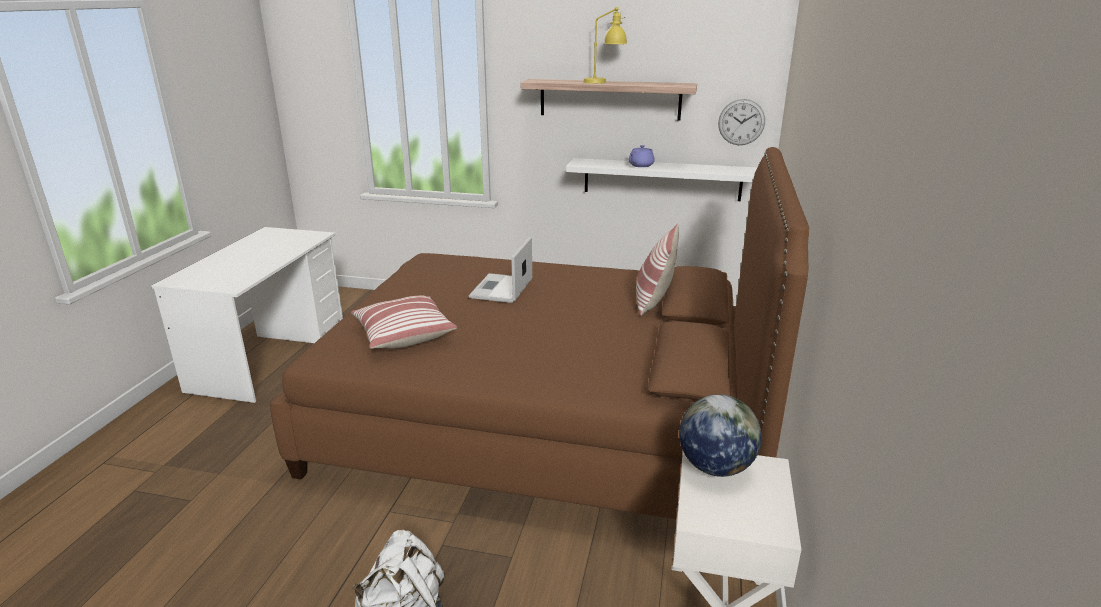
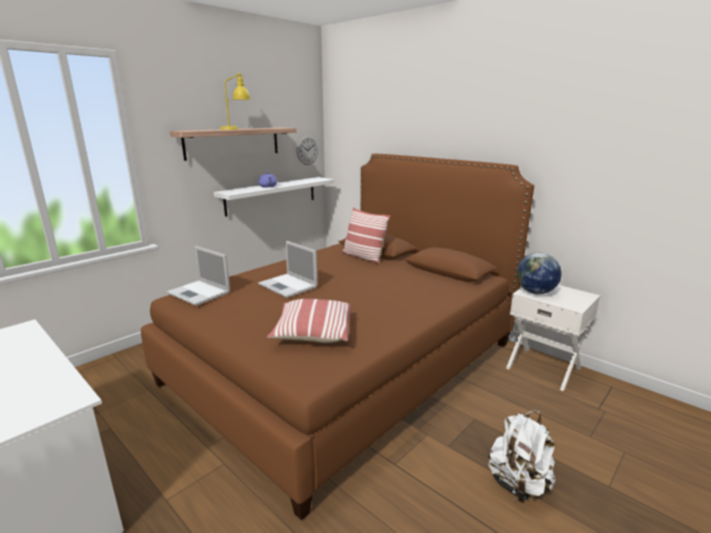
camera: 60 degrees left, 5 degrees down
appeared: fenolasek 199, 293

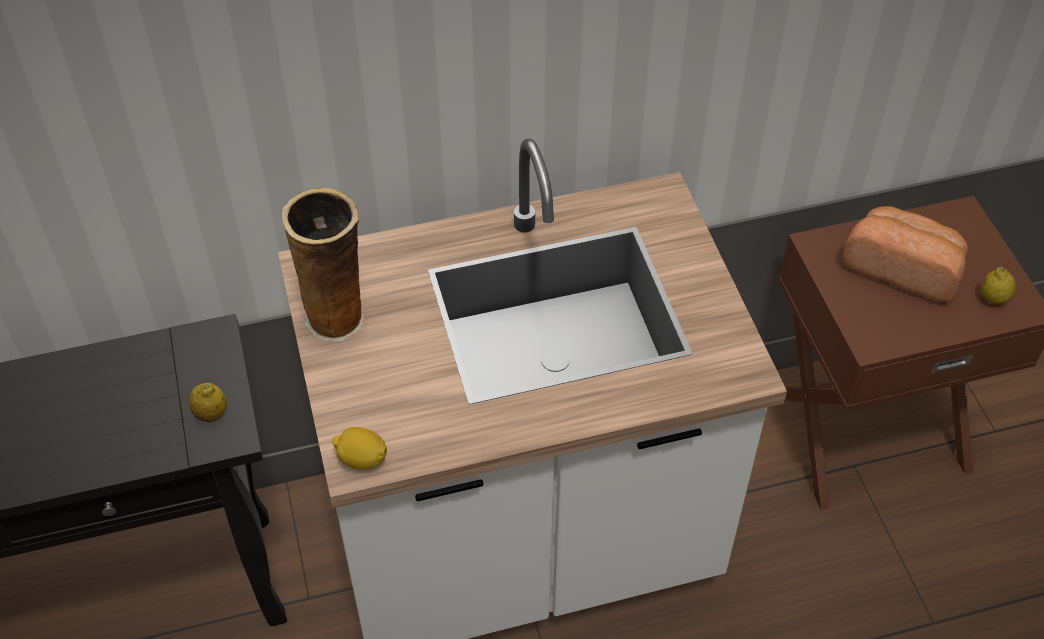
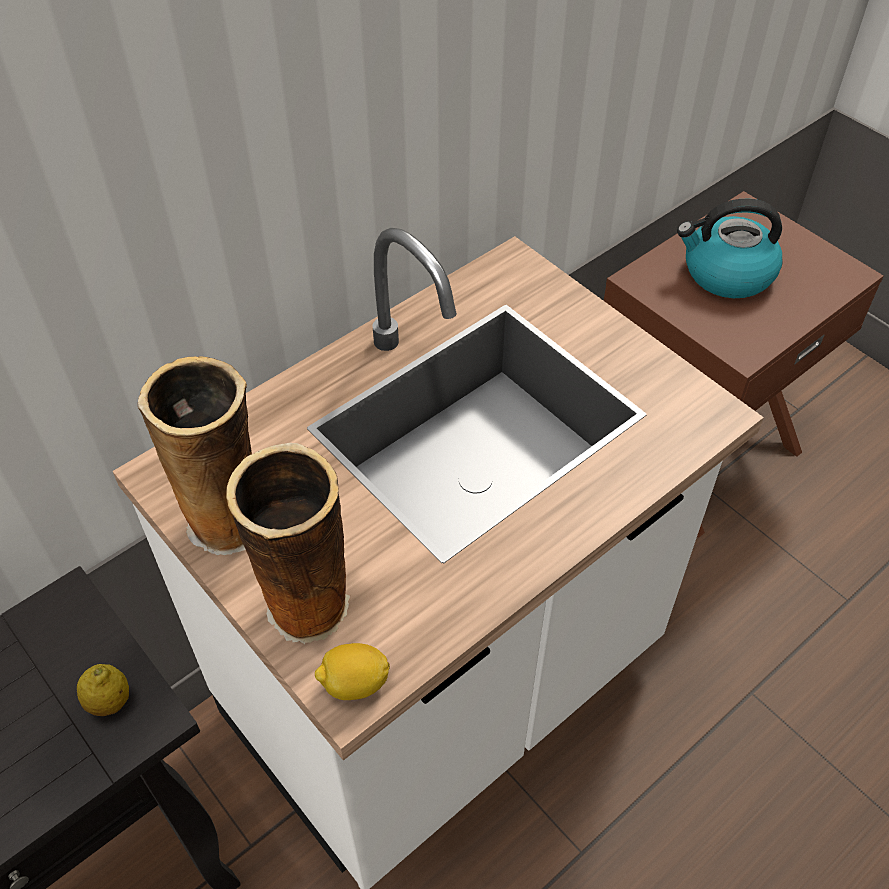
camera: 25 degrees left, 0 degrees up
missing: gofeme 993, 298
appeared: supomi 308, 611
exchanged: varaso 903, 267 to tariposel 726, 273

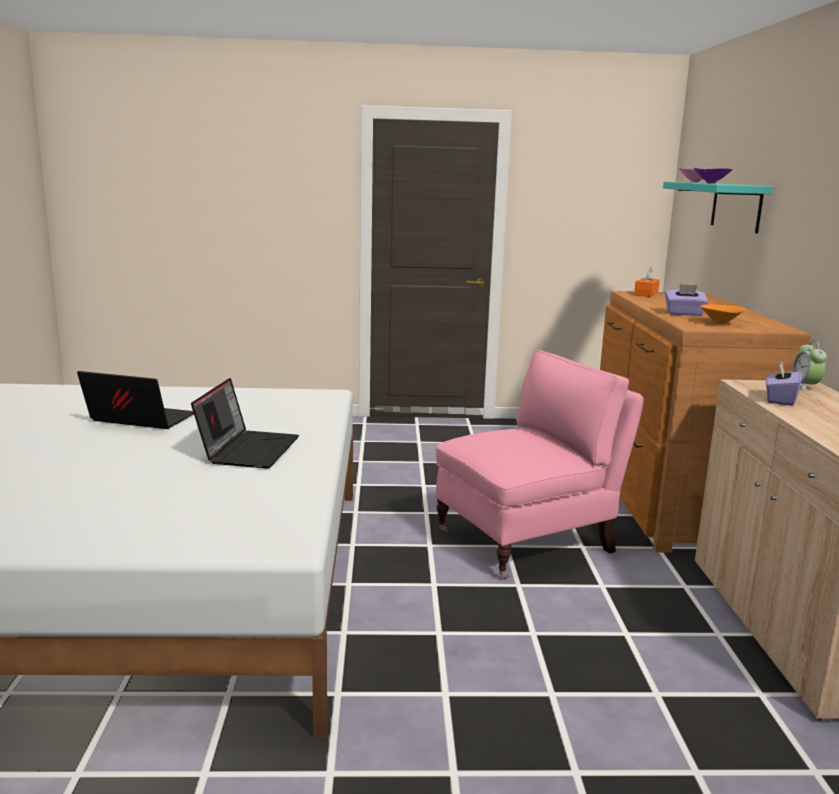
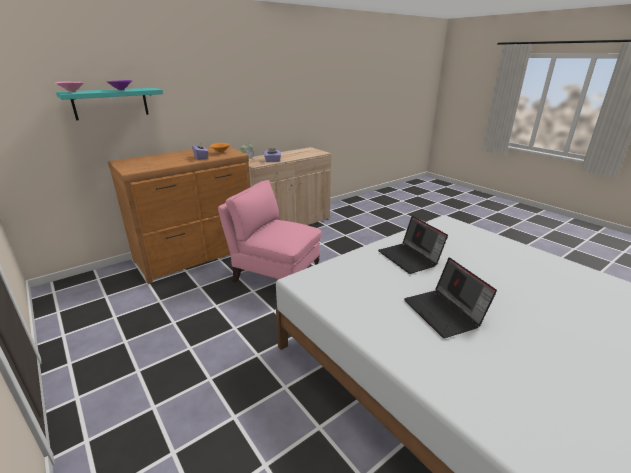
camera: 125 degrees left, 10 degrees up
missing: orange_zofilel 646, 294
spun: fenolasek 248, 449 = 410, 258 90 degrees counterclockwise

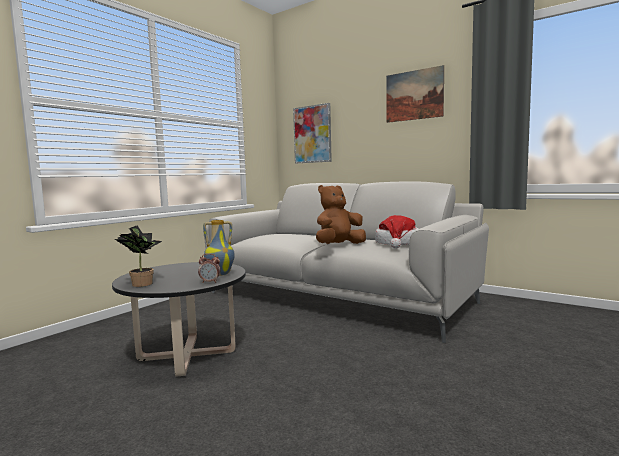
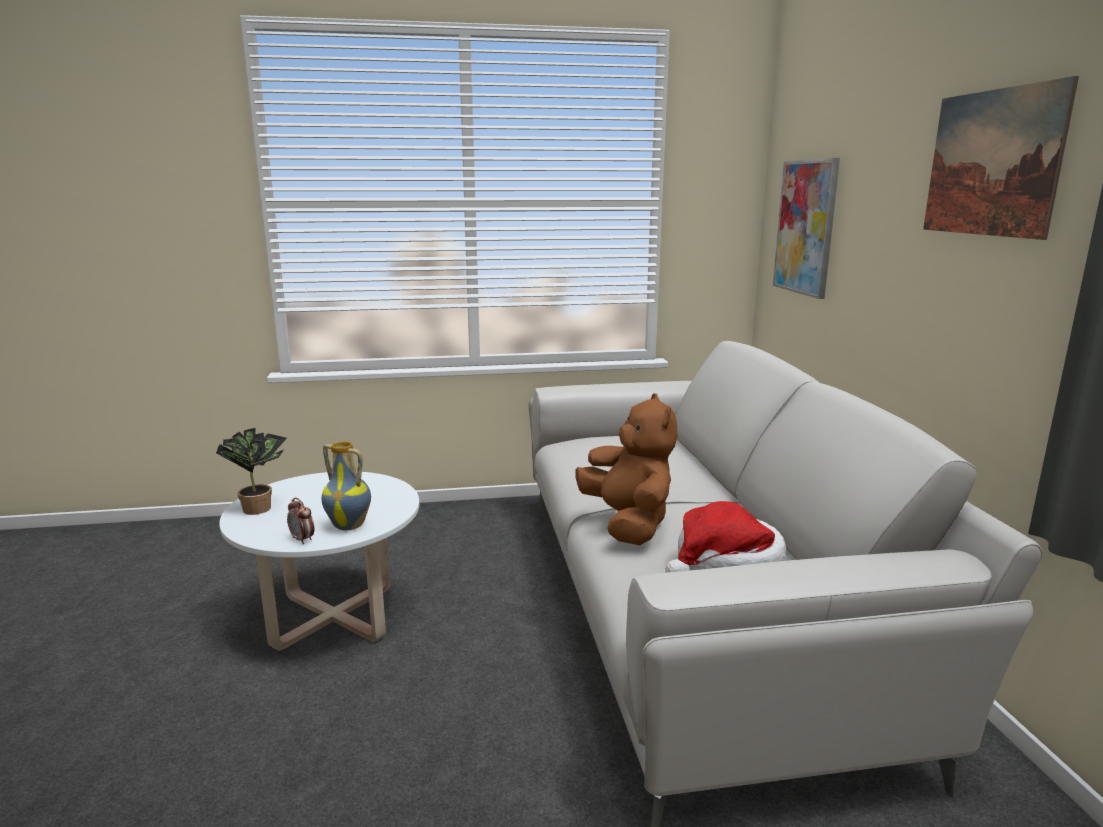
camera: 45 degrees right, 10 degrees up
colour: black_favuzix 187, 355 to white_favuzix 333, 616
spun: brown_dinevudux 339, 245 = 628, 523 60 degrees clockwise

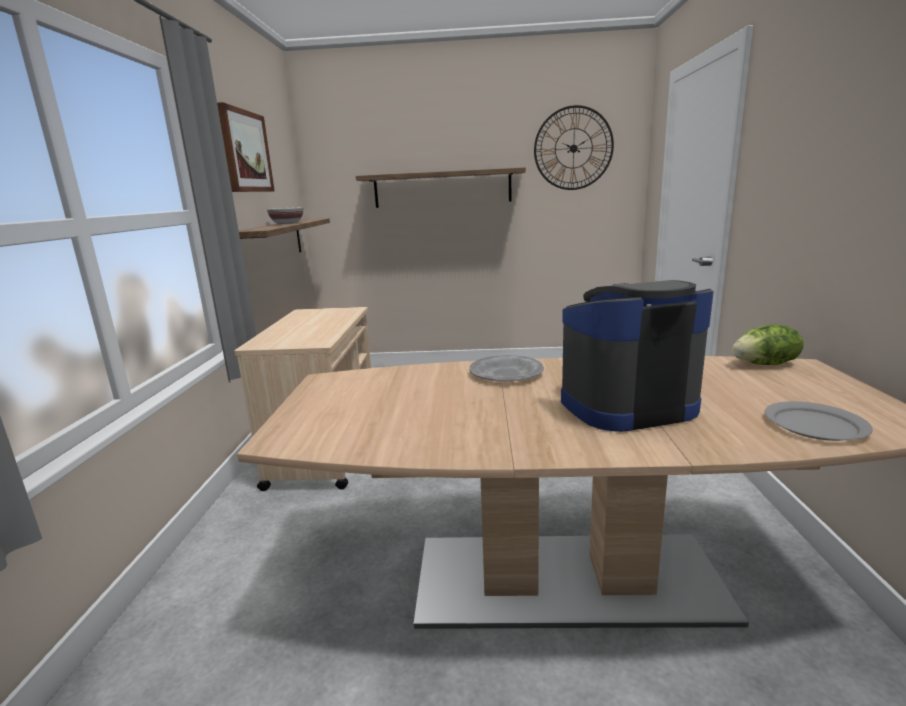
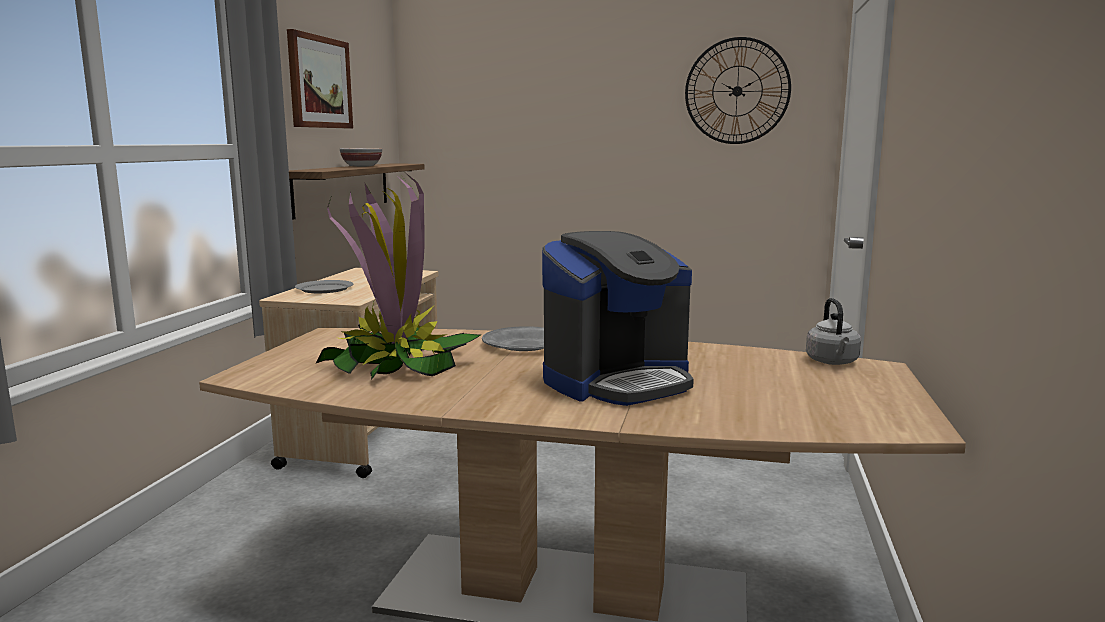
camera: 10 degrees right, 5 degrees down
missing: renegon 442, 188
appeared: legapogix 397, 364
relocated: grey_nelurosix 815, 424 to 325, 289
exchanged: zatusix 765, 364 to grey_tariposel 832, 362
spun: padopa 626, 405 = 617, 382 150 degrees clockwise

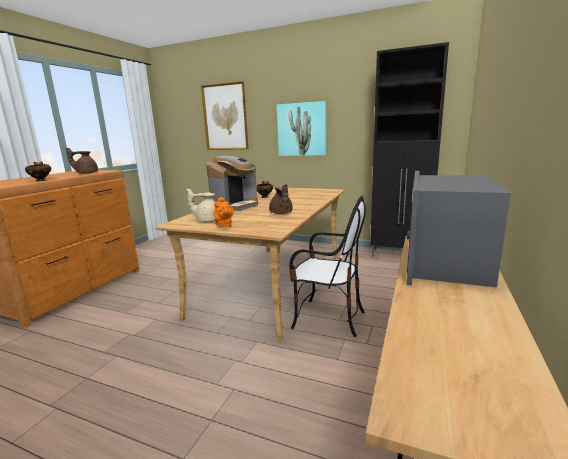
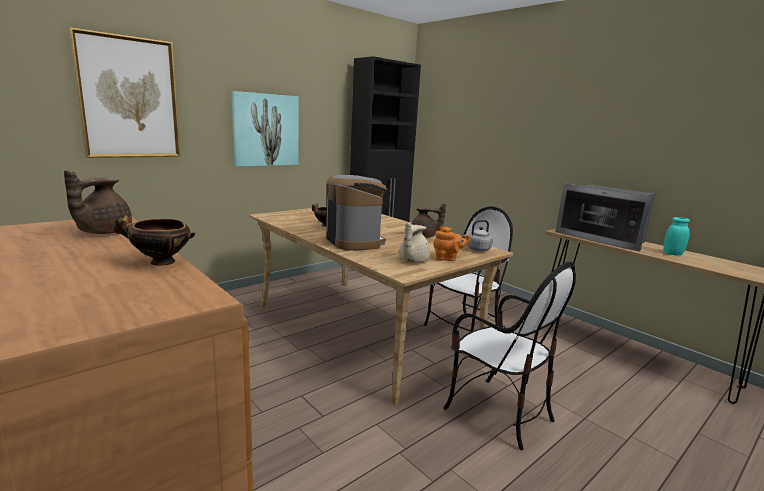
camera: 65 degrees left, 0 degrees up
appeared: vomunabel 497, 412; grey_tariposel 477, 250; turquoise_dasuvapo 672, 254

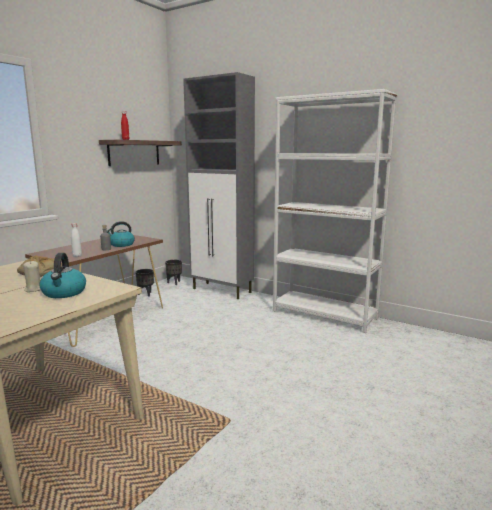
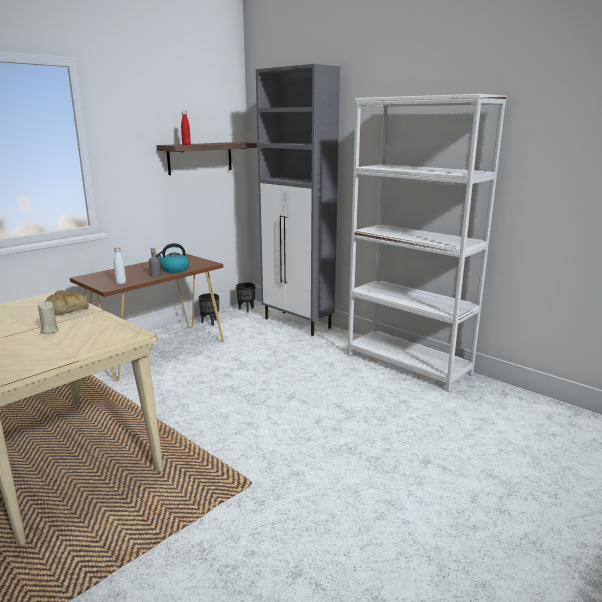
camera: 10 degrees right, 5 degrees up
missing: tariposel 64, 293

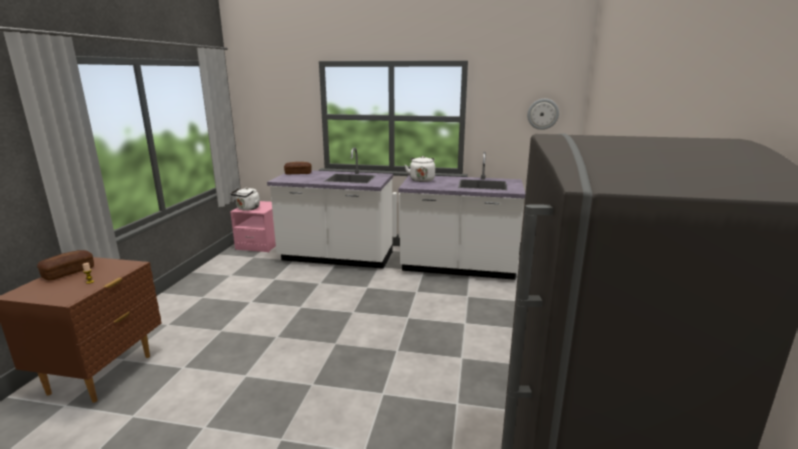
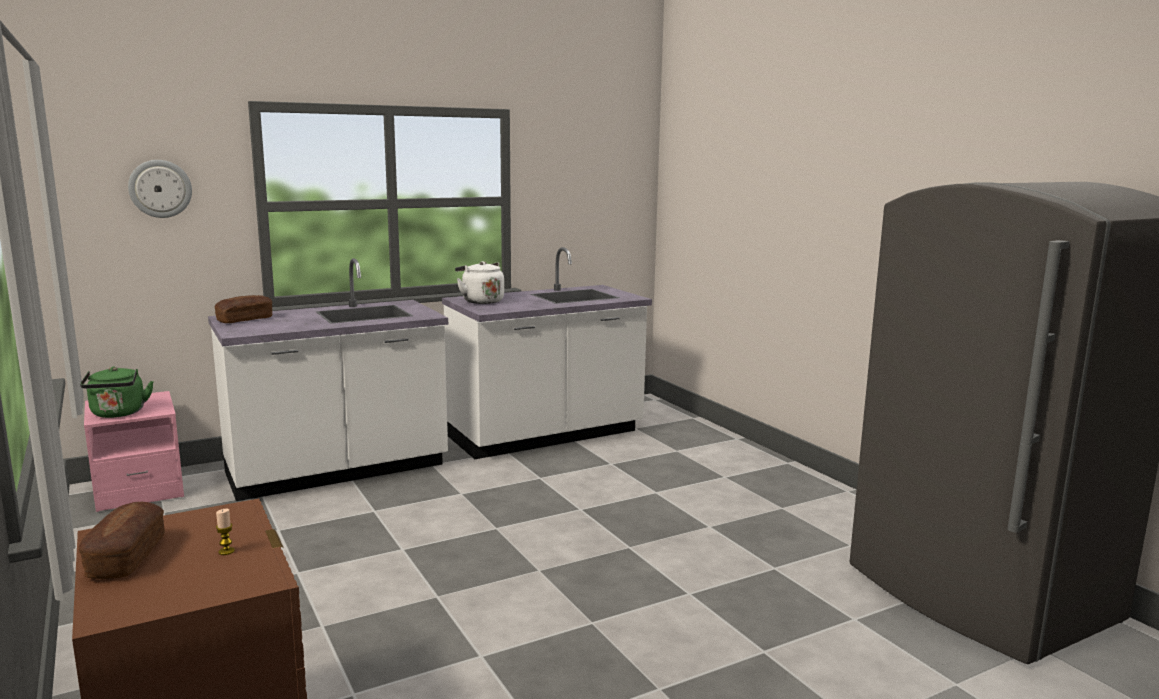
camera: 40 degrees left, 5 degrees down
relocated: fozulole 543, 114 to 160, 188
colour: white_tariposel 247, 209 to green_tariposel 118, 414

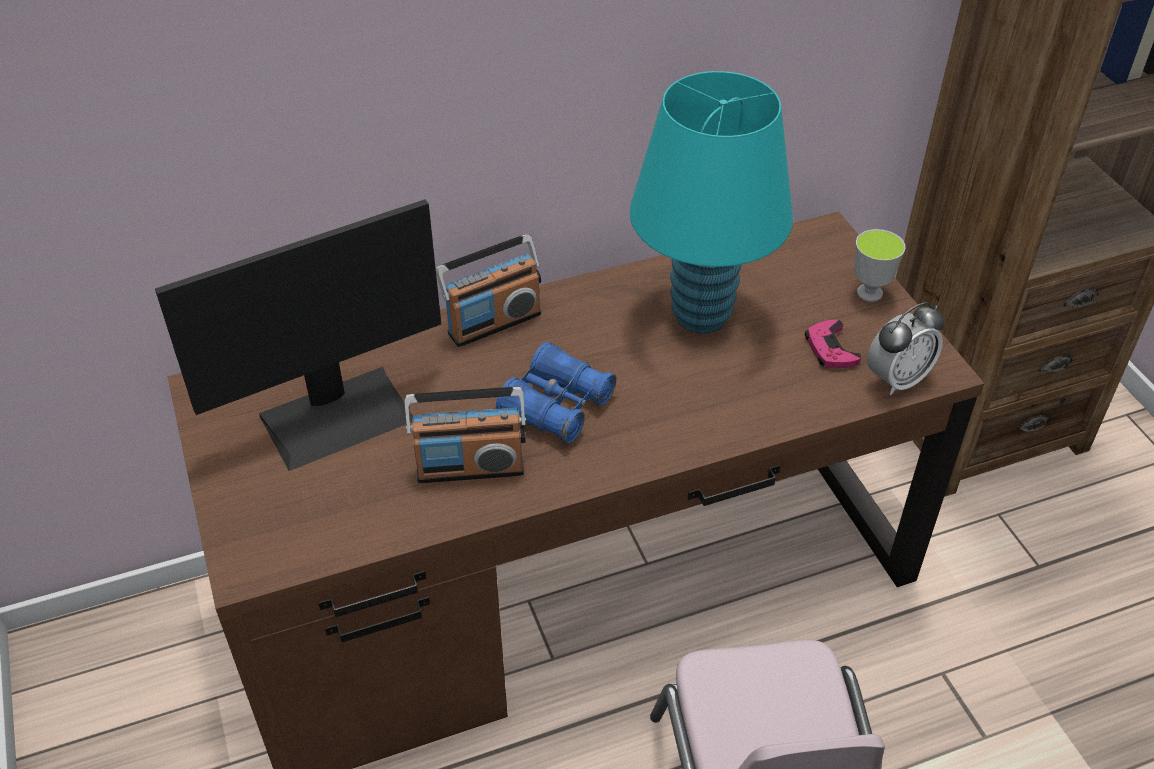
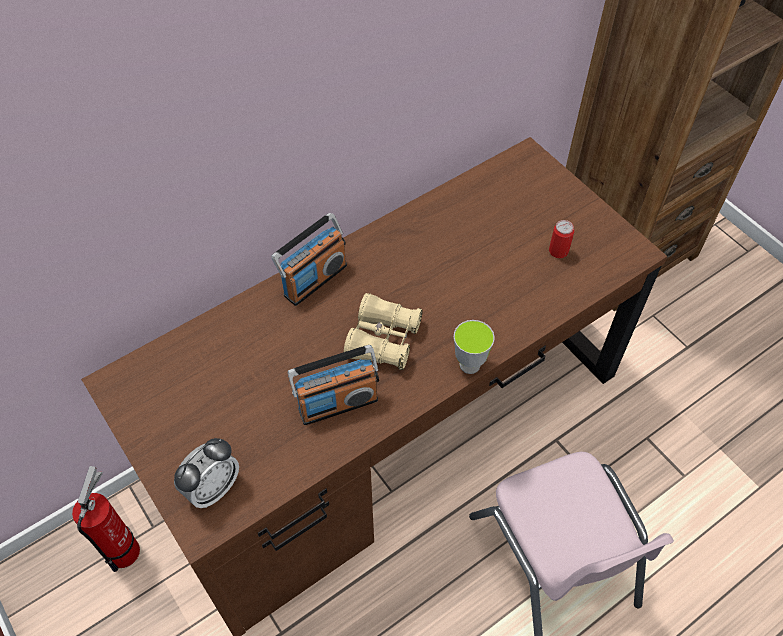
camera: 15 degrees left, 10 degrees up
missing: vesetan 337, 415; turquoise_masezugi 701, 315
appeared: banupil 125, 547
relocated: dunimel 869, 293 to 469, 364; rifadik 897, 379 to 212, 488
exchanged: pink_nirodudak 830, 349 to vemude 558, 251
colour: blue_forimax 556, 406 to beige_forimax 383, 339

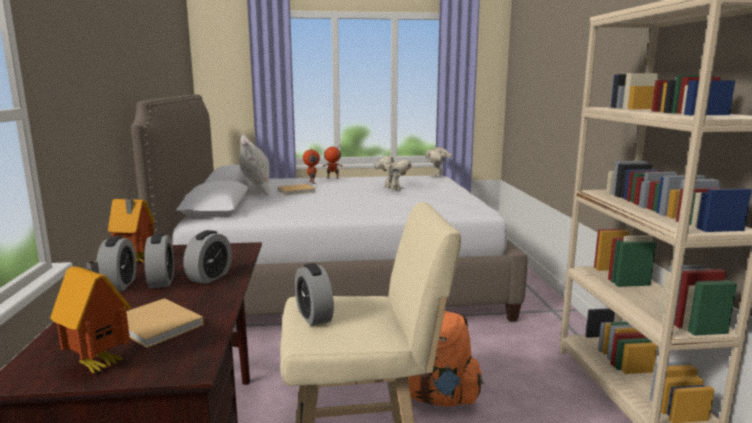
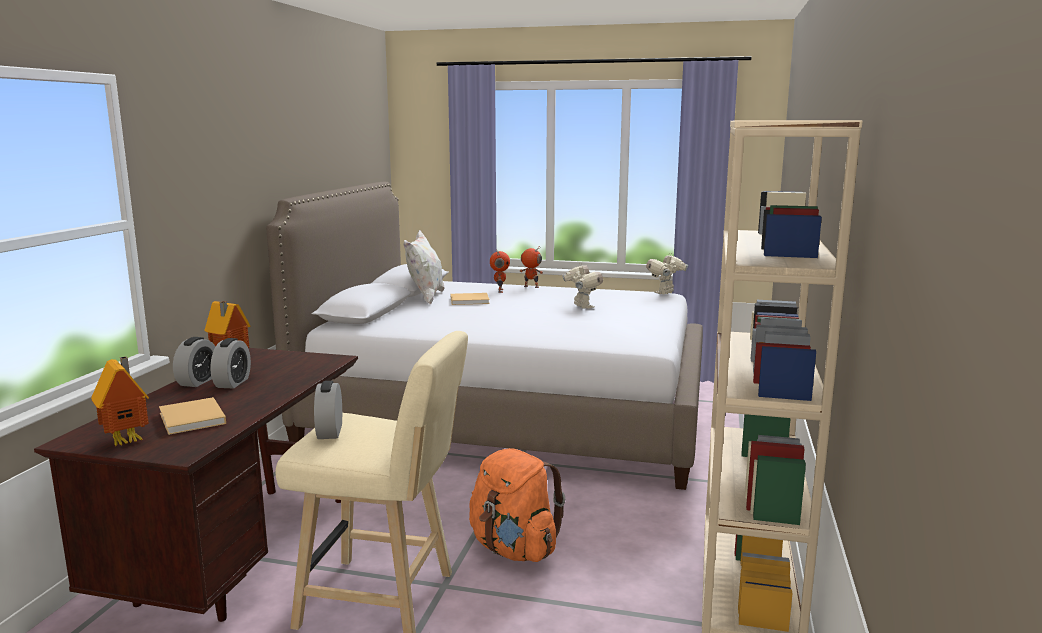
camera: 20 degrees right, 0 degrees up
missing: rifadik 210, 277

